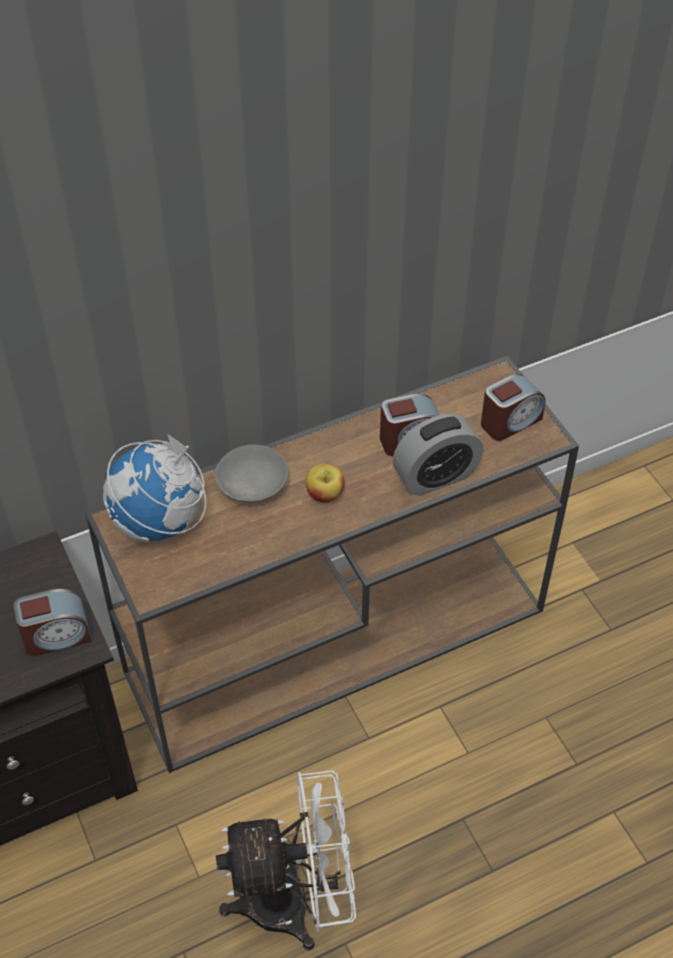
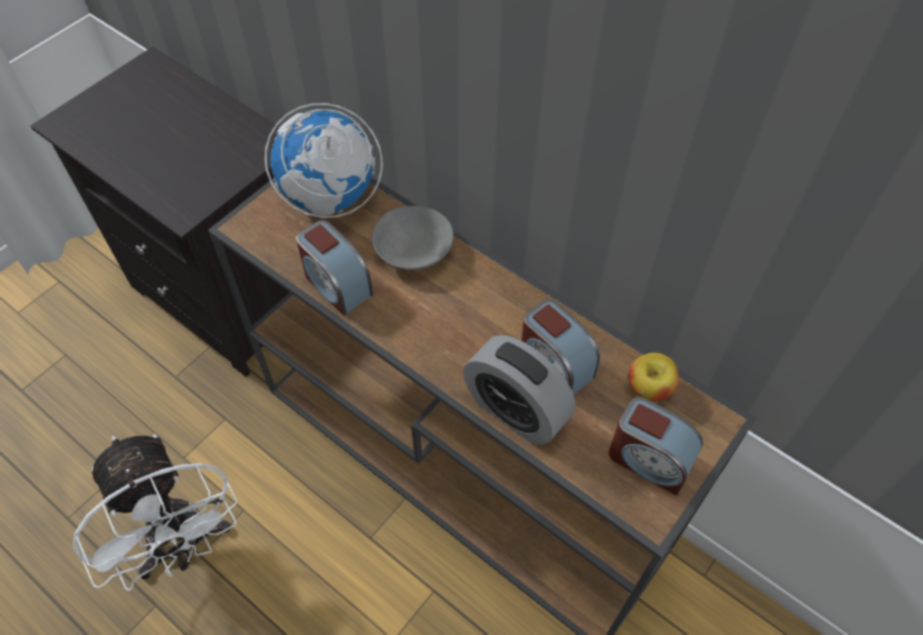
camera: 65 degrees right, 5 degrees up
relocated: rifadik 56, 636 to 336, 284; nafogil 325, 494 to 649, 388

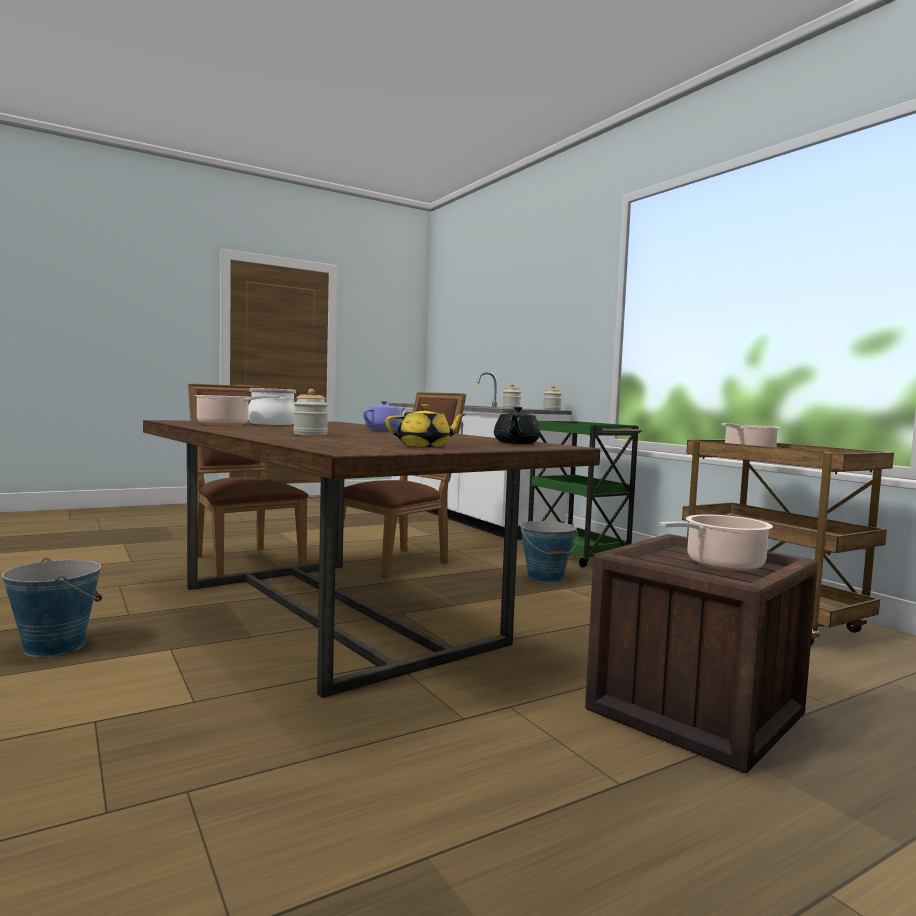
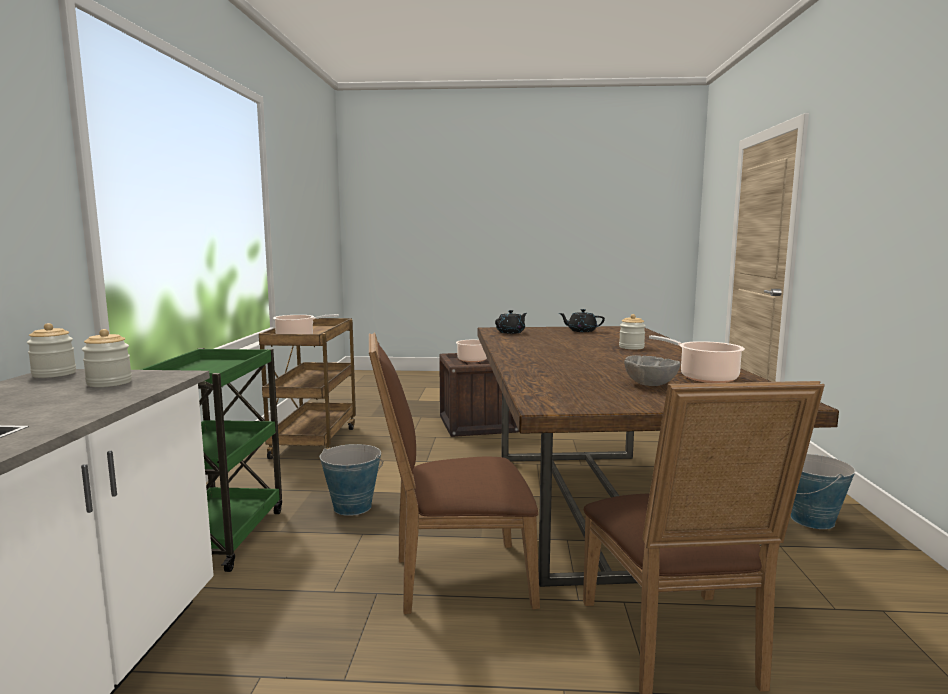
camera: 145 degrees left, 5 degrees up
missing: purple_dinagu 384, 430
exchanged: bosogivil 273, 424 to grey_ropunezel 649, 384
colour: yellow_dinagu 425, 446 to black_dinagu 581, 331

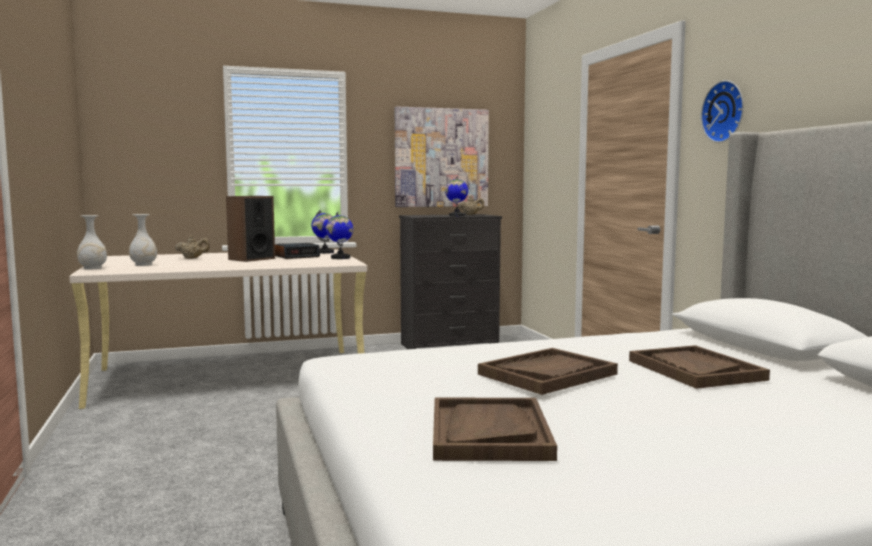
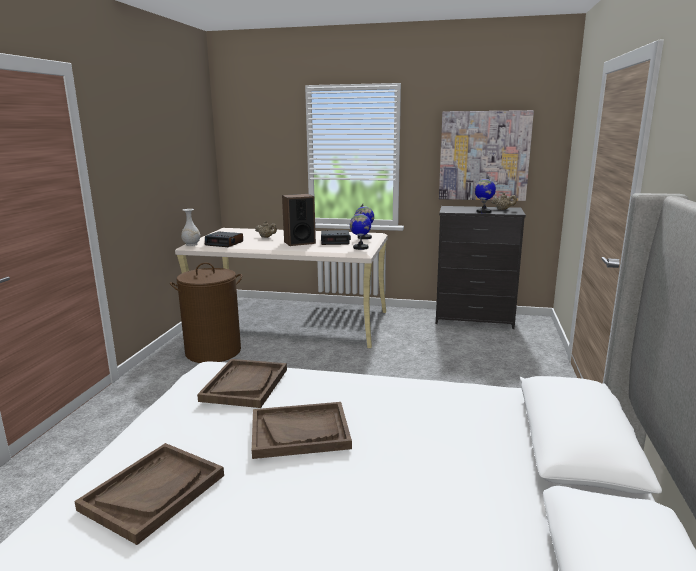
camera: 30 degrees right, 10 degrees up
missing: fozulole 725, 111
appeared: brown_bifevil 213, 352
relocated: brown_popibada 695, 370 to 245, 385
exchanged: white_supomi 144, 265 to rifadik 225, 243

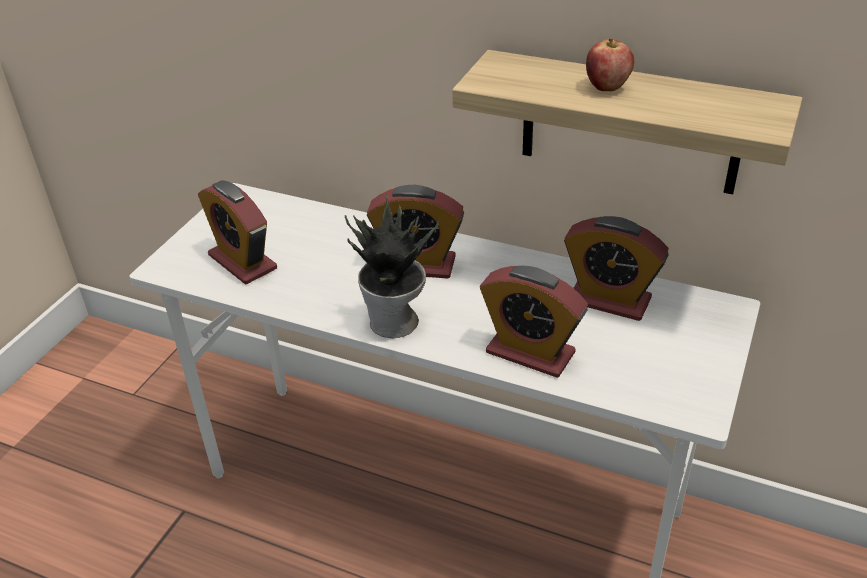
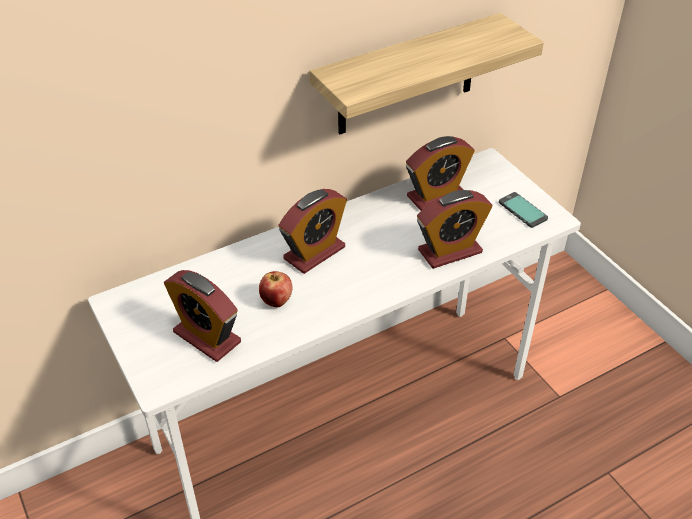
camera: 55 degrees left, 5 degrees up
missing: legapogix 395, 323
appeared: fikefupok 522, 211
relocated: nafogil 607, 87 to 276, 301
spun: rifadik 242, 262 = 207, 337 45 degrees clockwise

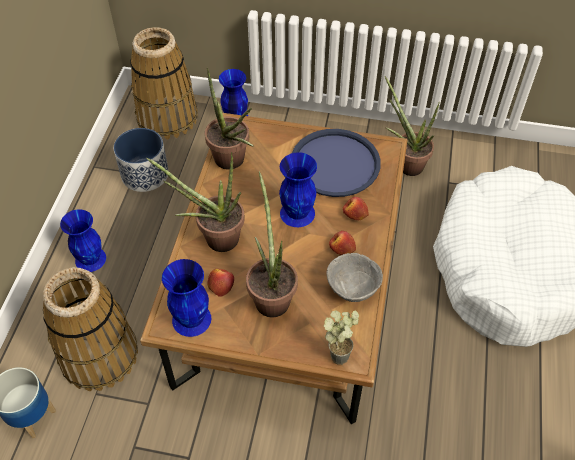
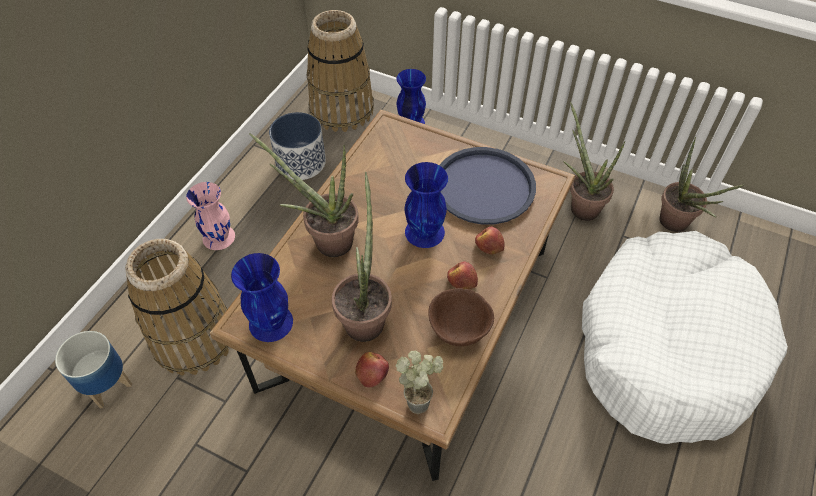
camera: 15 degrees right, 0 degrees up
relocated: legapogix 232, 163 to 677, 226; nafogil 221, 284 to 372, 372
colour: blue_supomi 90, 258 to pink_supomi 219, 236; grey_ropunezel 352, 288 to brown_ropunezel 458, 329

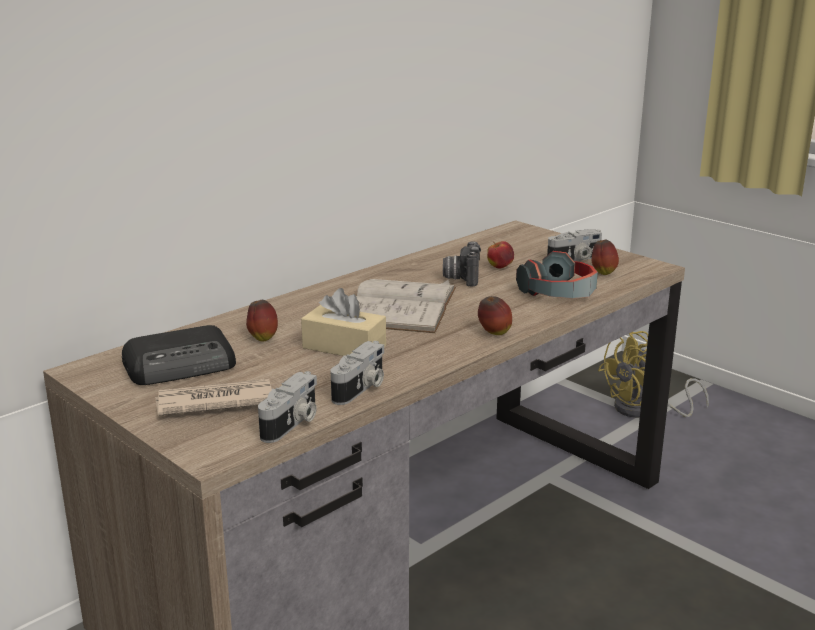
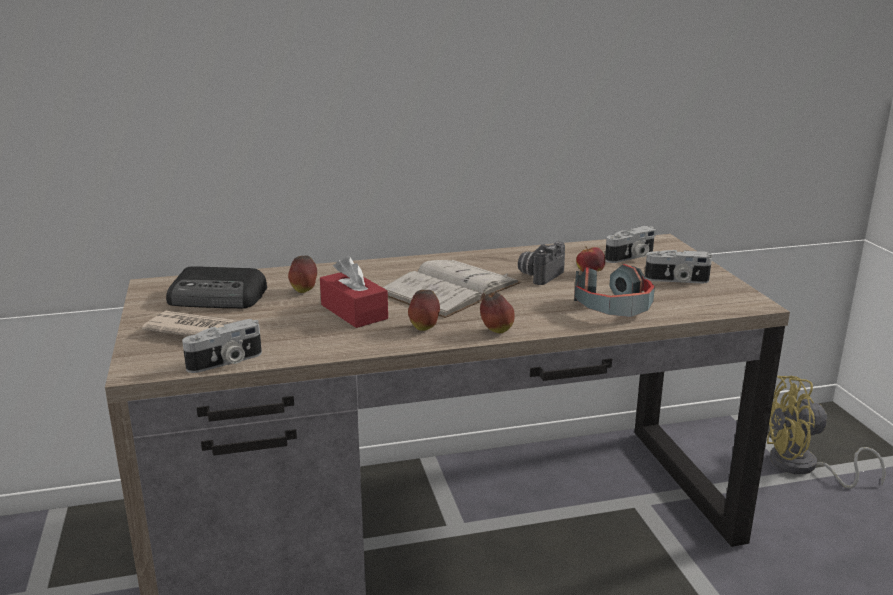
camera: 30 degrees right, 0 degrees up
relocated: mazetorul 361, 389 to 631, 257; nafogil 603, 273 to 424, 328
colour: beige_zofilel 344, 347 to red_zofilel 354, 312

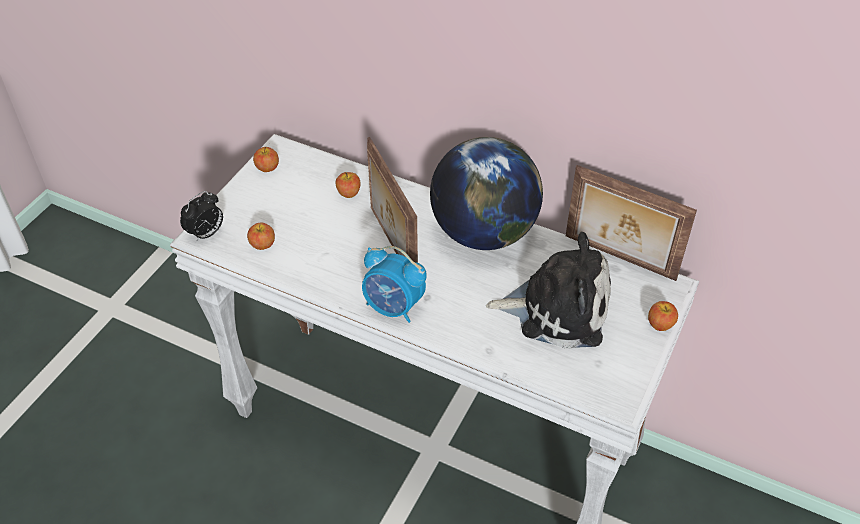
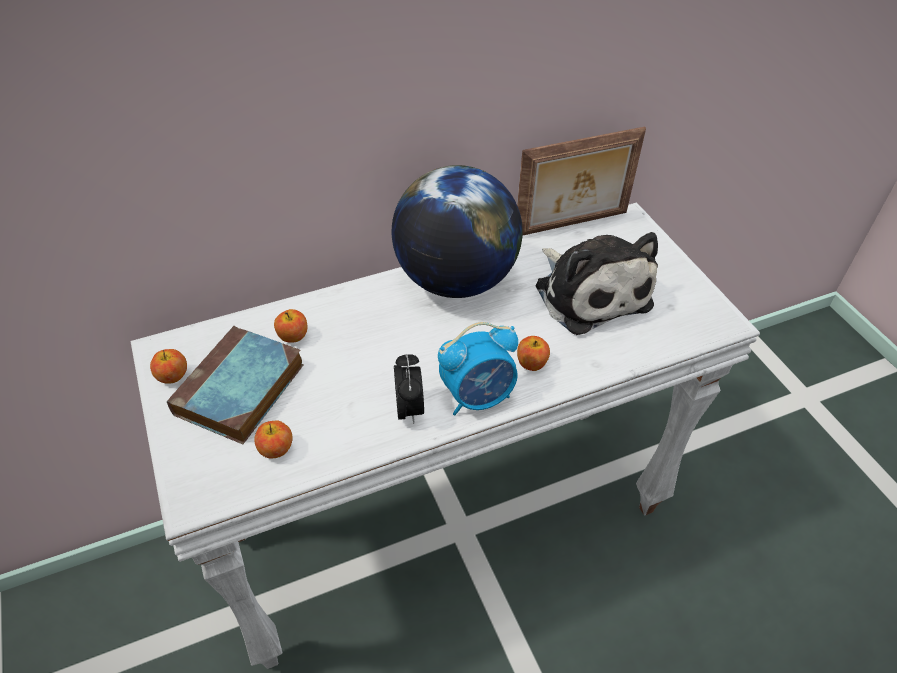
camera: 50 degrees left, 0 degrees up
missing: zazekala 391, 245
appeared: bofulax 239, 391
relocated: rifadik 206, 234 to 409, 409; nafogil 660, 324 to 531, 363
spun: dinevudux 557, 308 = 589, 292 105 degrees clockwise

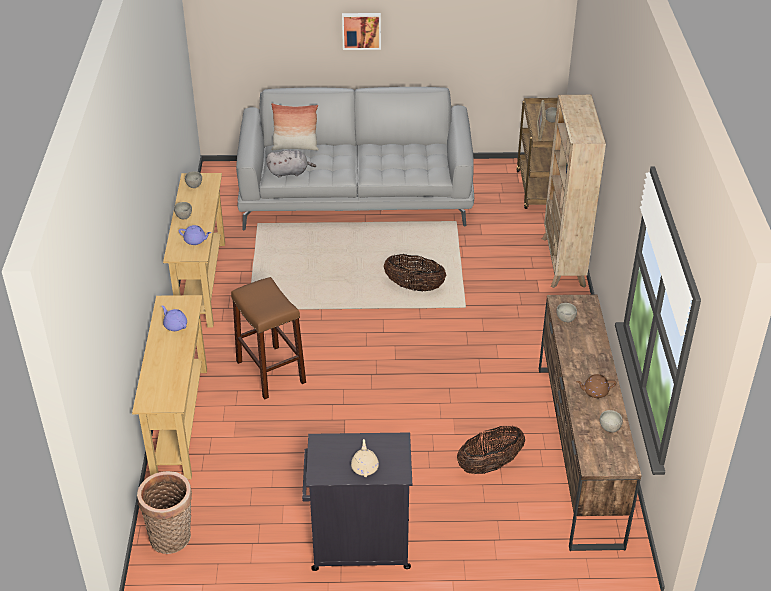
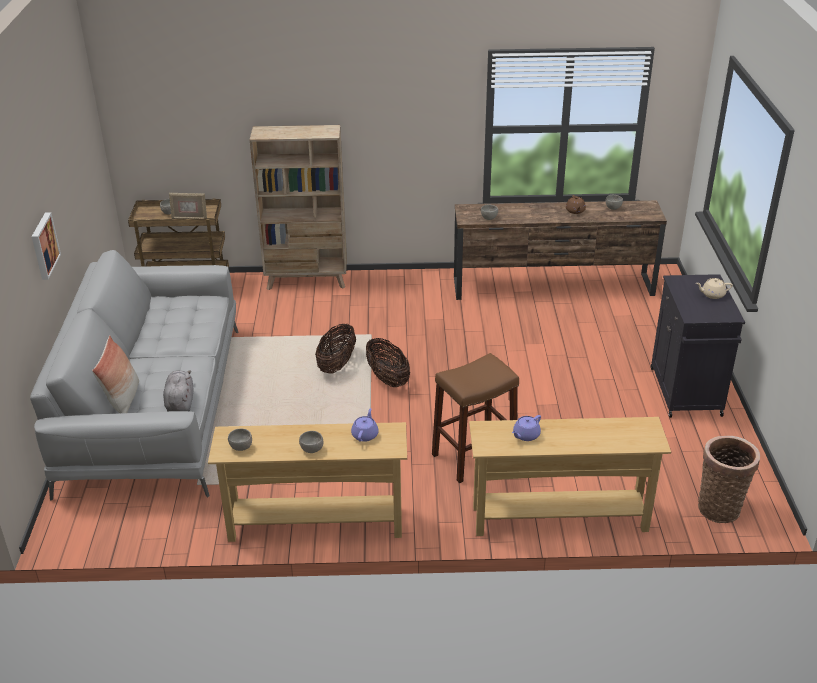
camera: 90 degrees left, 5 degrees down
relocated: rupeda 489, 465 to 388, 378

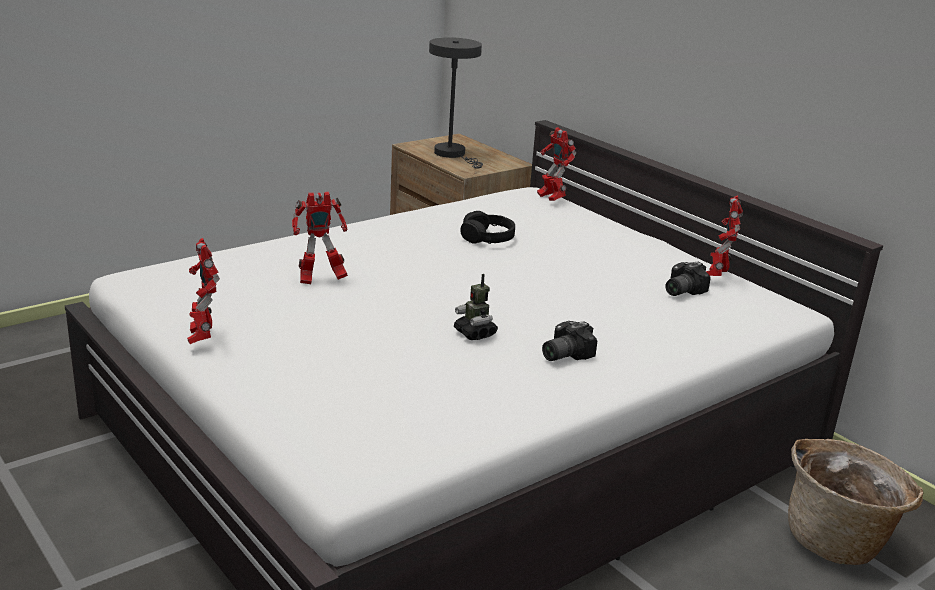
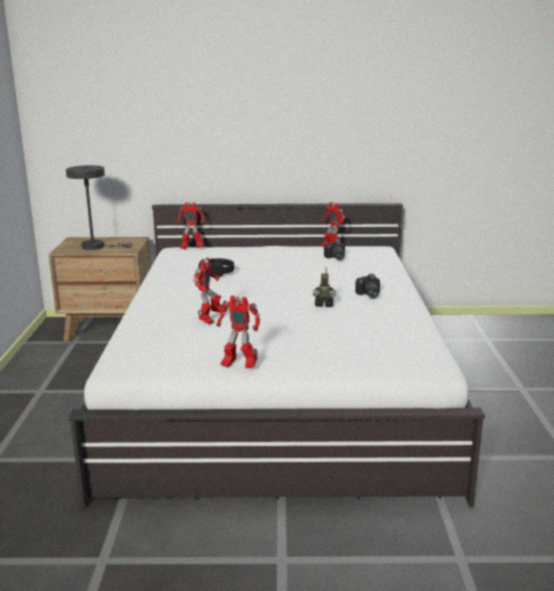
camera: 50 degrees left, 5 degrees down
missing: rupeda 838, 540

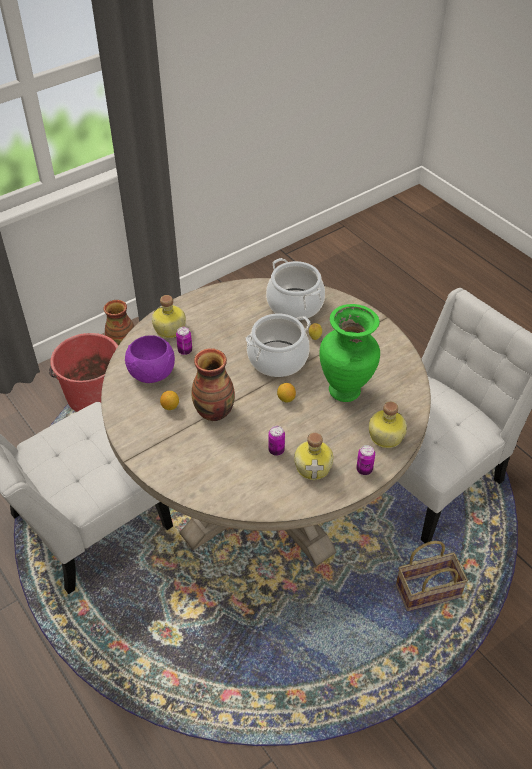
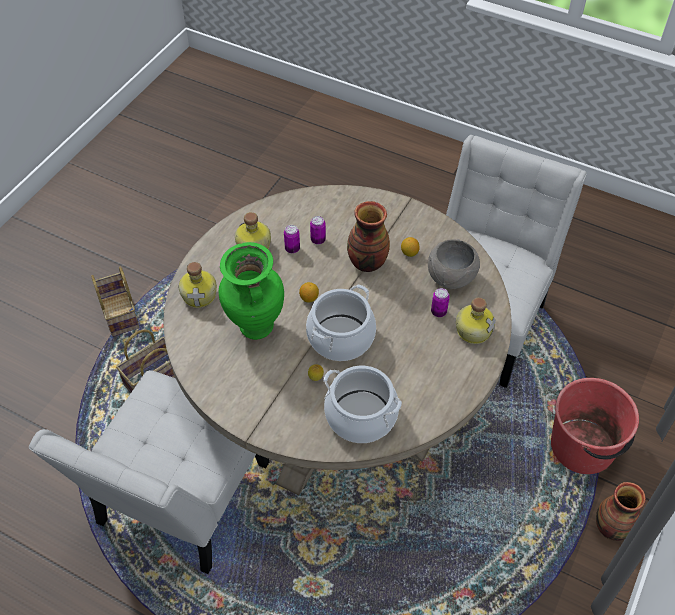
camera: 155 degrees right, 5 degrees up
appeared: rupeda 121, 315
relocated: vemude 364, 469 to 318, 240
colour: purple_ropunezel 153, 373 to grey_ropunezel 450, 277

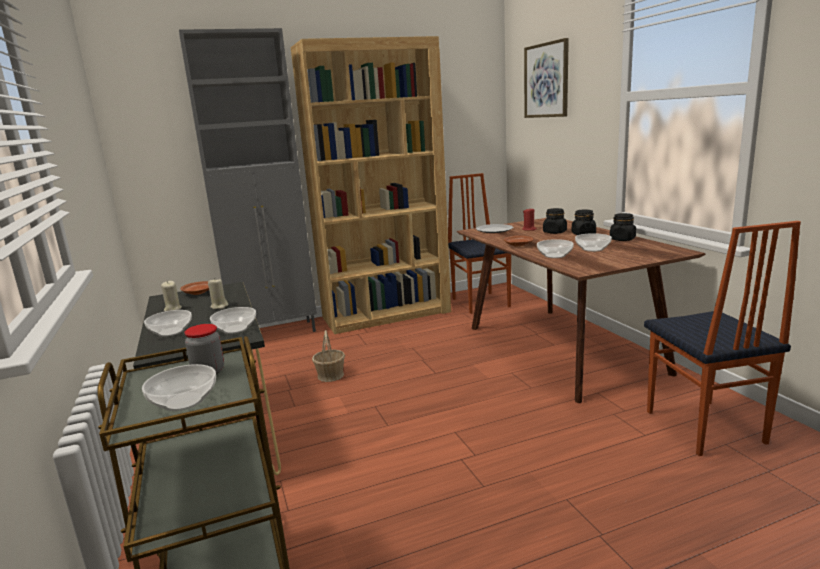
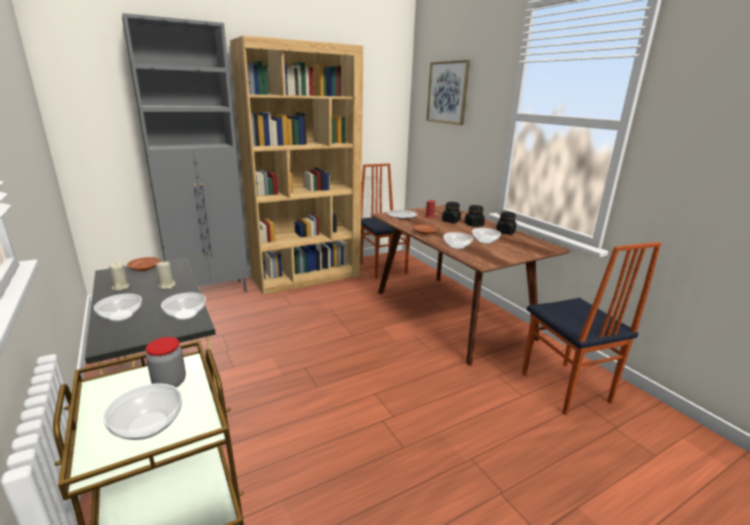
camera: 10 degrees left, 5 degrees up
missing: rupeda 330, 375

